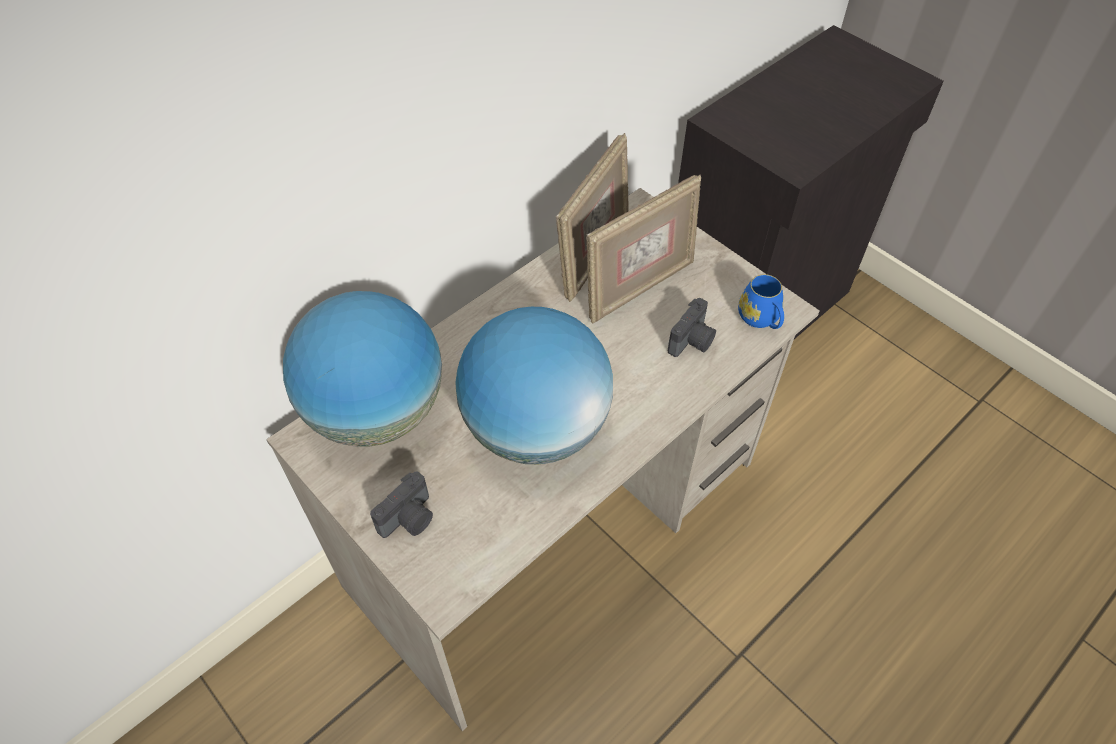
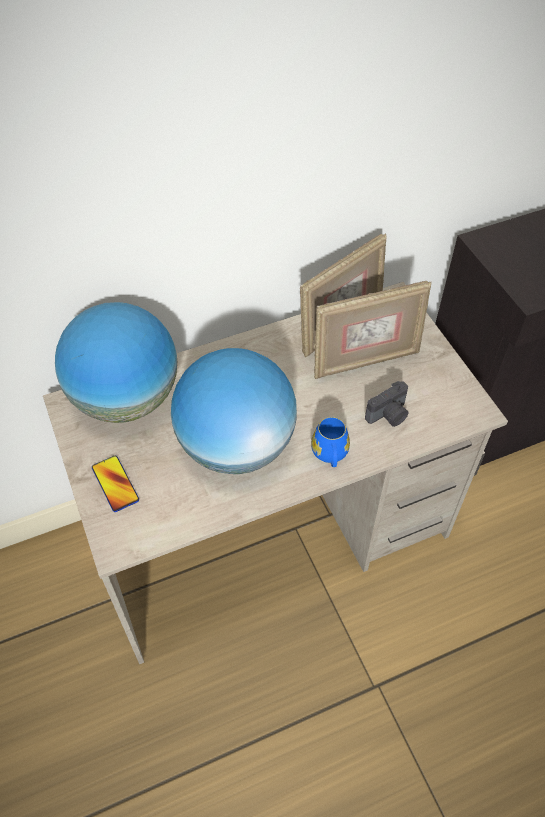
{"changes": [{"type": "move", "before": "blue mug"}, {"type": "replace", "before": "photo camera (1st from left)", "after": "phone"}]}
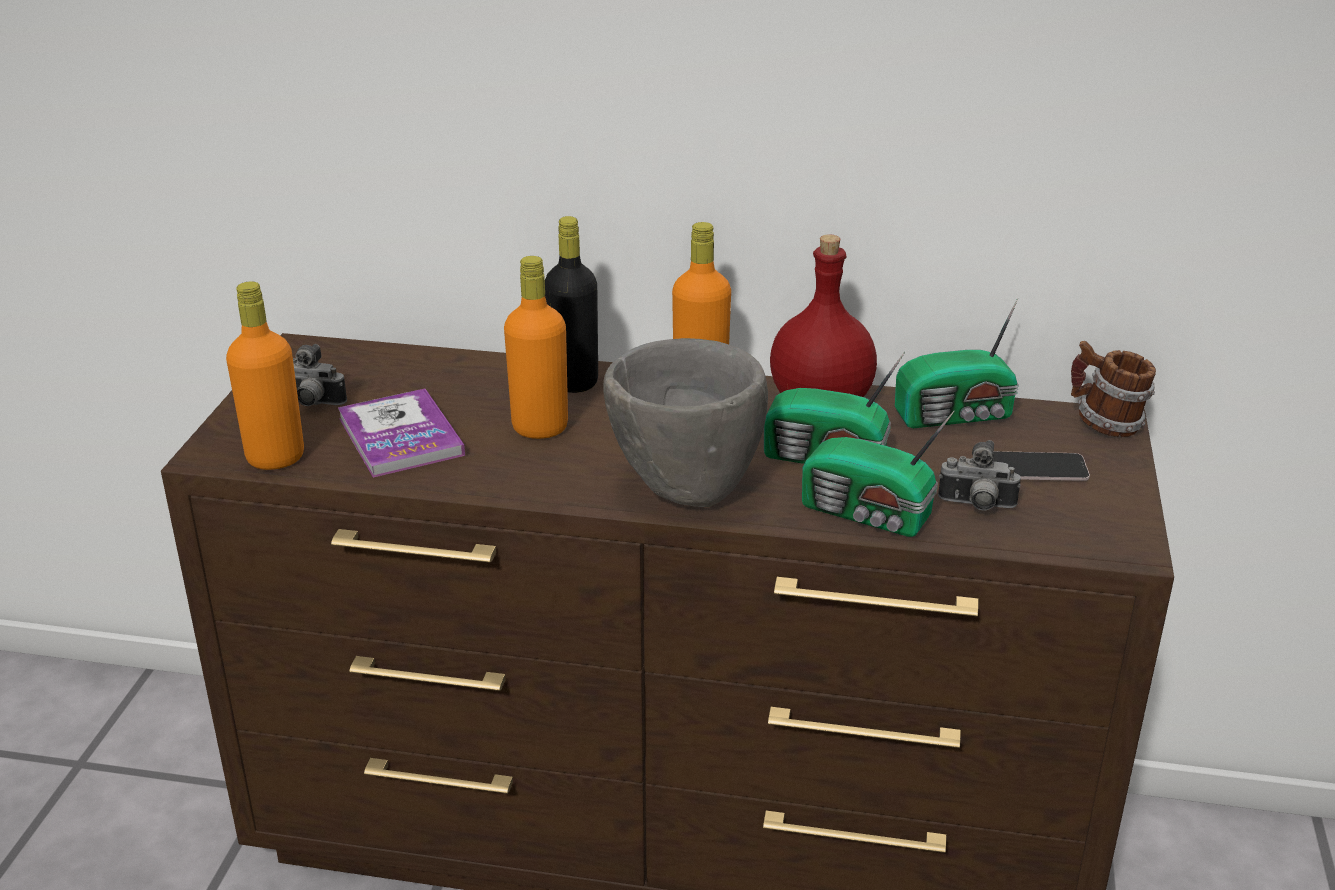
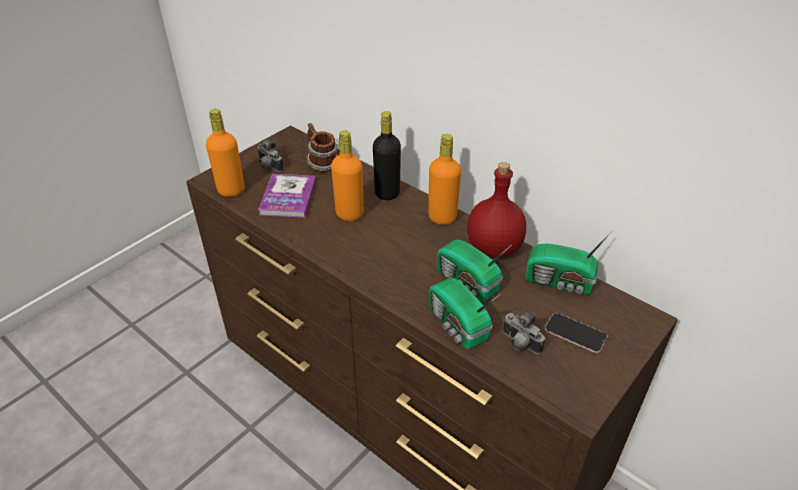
{"changes": [{"type": "delete", "before": "grey bowl"}, {"type": "move", "before": "mug"}]}
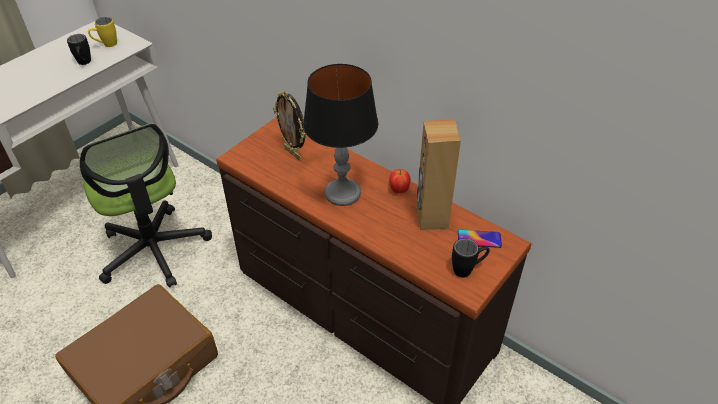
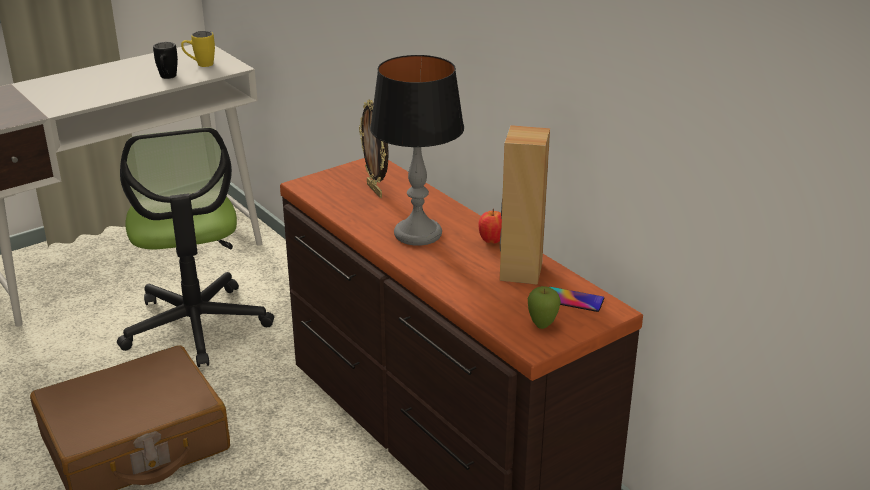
{"changes": [{"type": "replace", "before": "black mug (2nd from left)", "after": "apple (2nd from left)"}]}
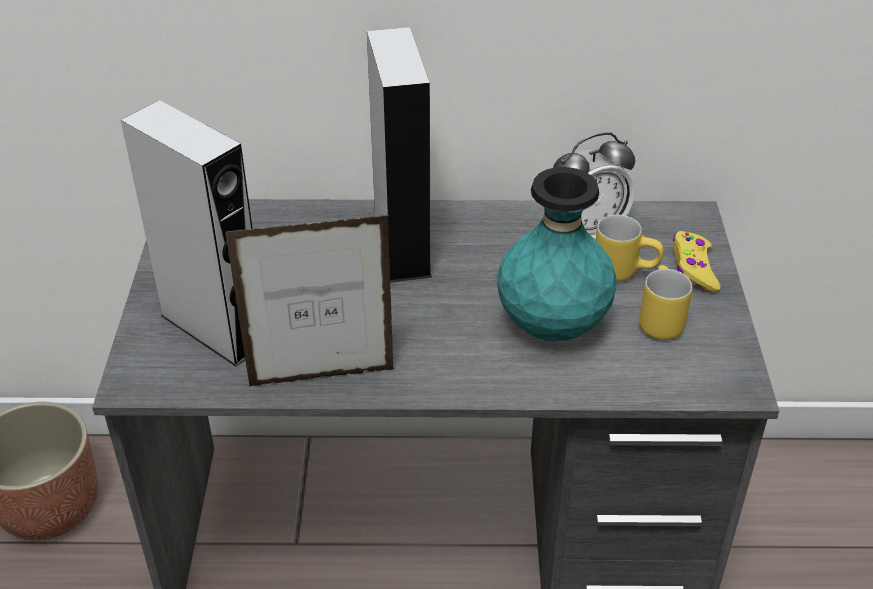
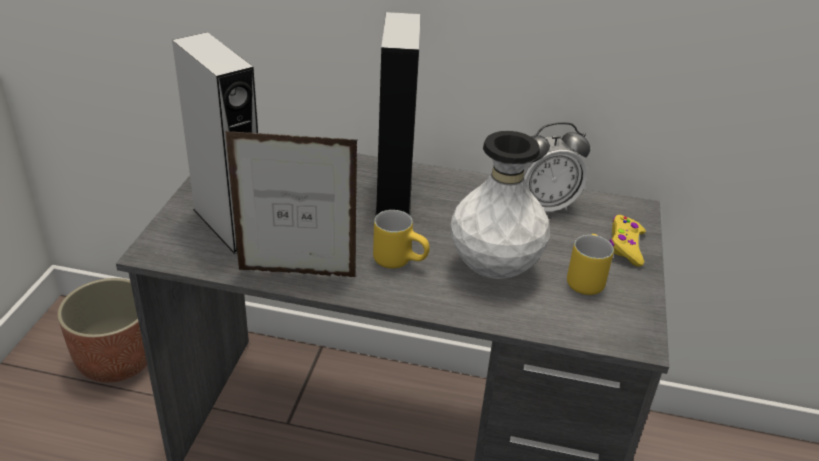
{"changes": [{"type": "recolor", "before": "turquoise vase", "after": "white vase"}, {"type": "move", "before": "yellow mug (1st from left)"}]}
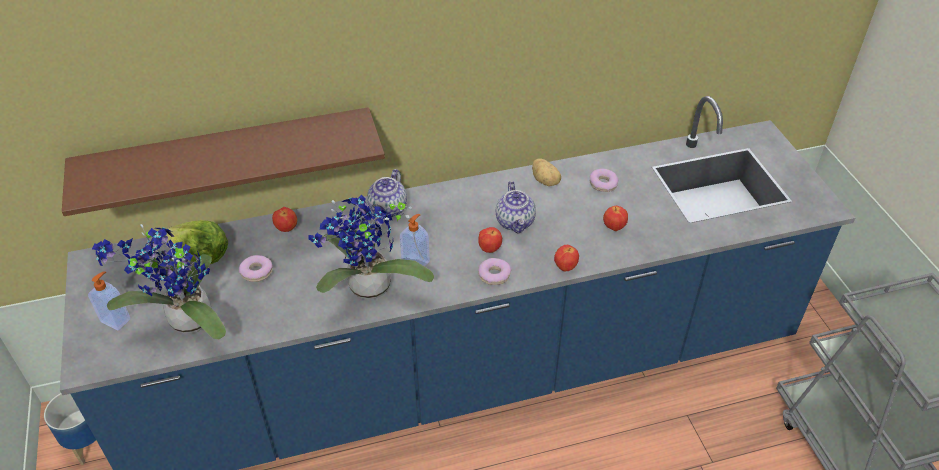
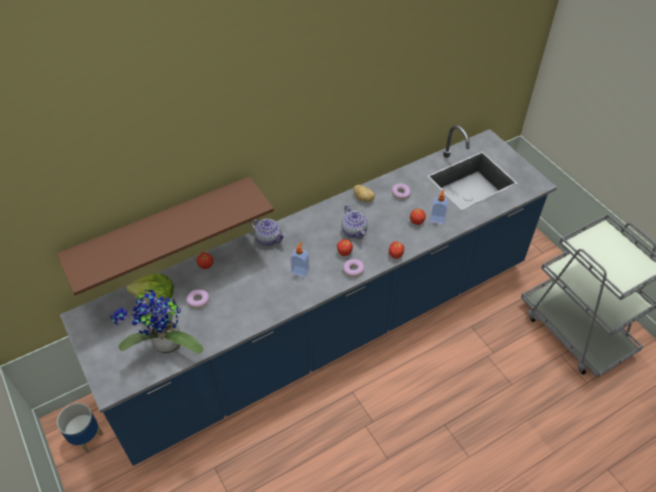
{"changes": [{"type": "rotate", "before": "teapot (1st from left)", "turn": -60}, {"type": "delete", "before": "potted plant (2nd from left)"}, {"type": "move", "before": "soap dispenser (1st from left in the first image)", "after": "soap dispenser (2nd from left)"}]}
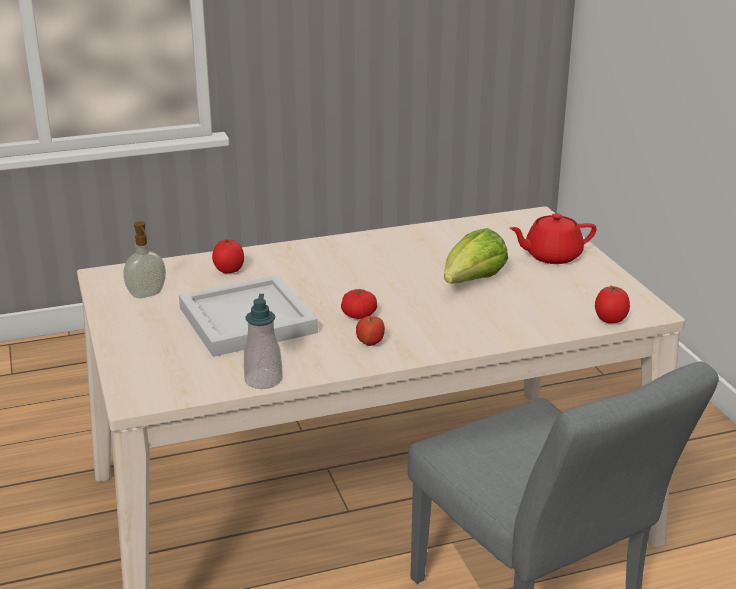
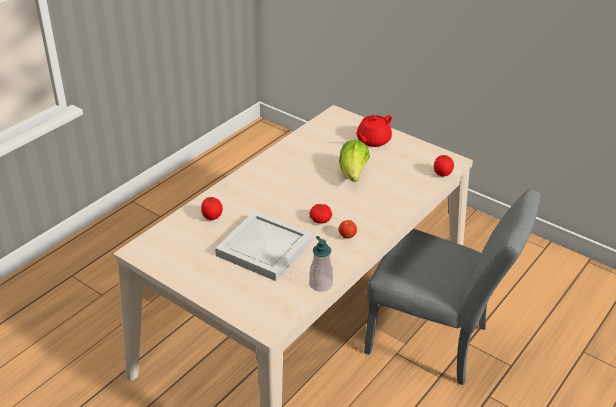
{"changes": [{"type": "delete", "before": "soap dispenser (1st from left)"}]}
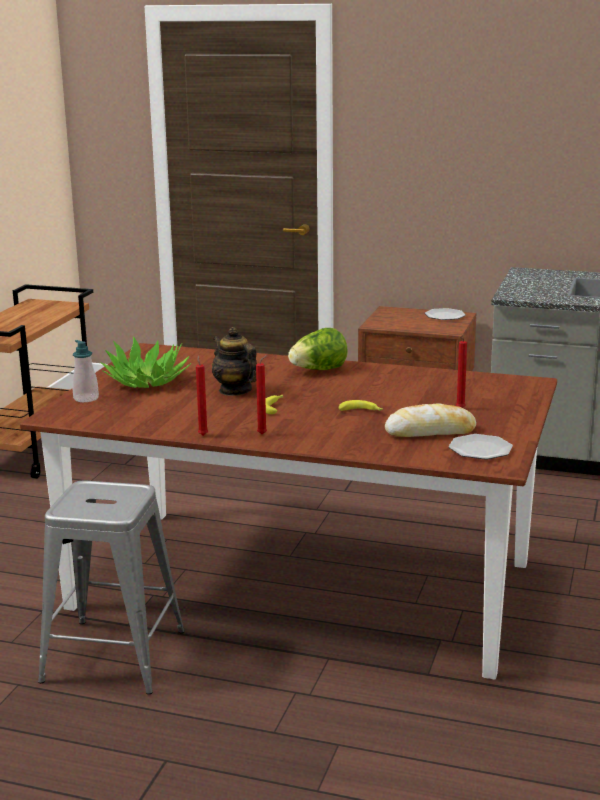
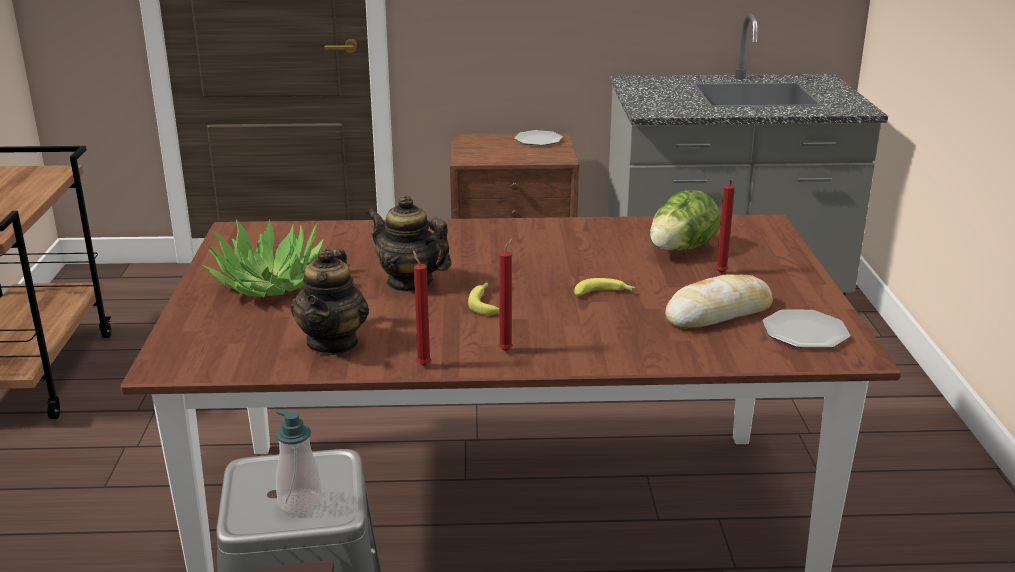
{"changes": [{"type": "move", "before": "lettuce"}, {"type": "move", "before": "soap dispenser"}, {"type": "insert", "after": "teapot (1st from left)"}]}
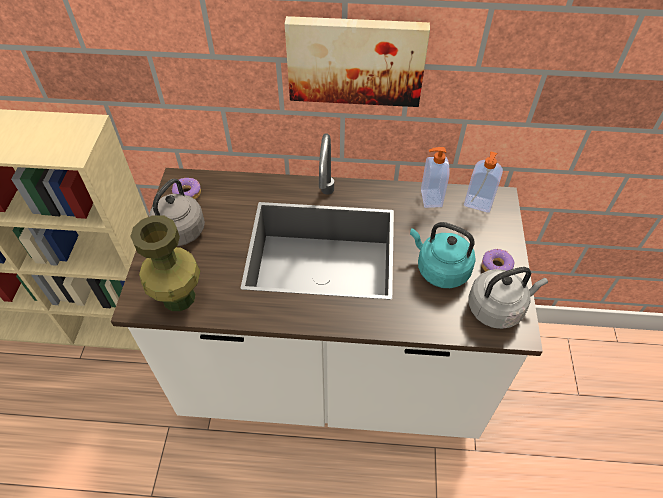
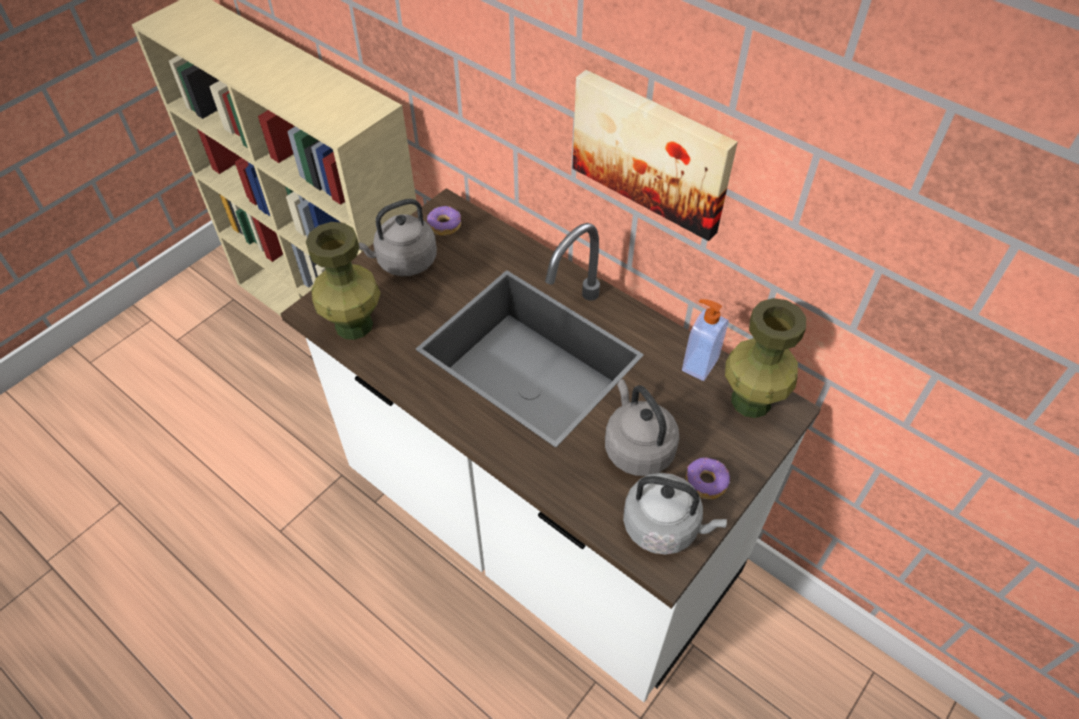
{"changes": [{"type": "replace", "before": "soap dispenser (2nd from left)", "after": "green vase (2nd from left)"}, {"type": "recolor", "before": "turquoise kettle", "after": "grey kettle (2nd from left)"}]}
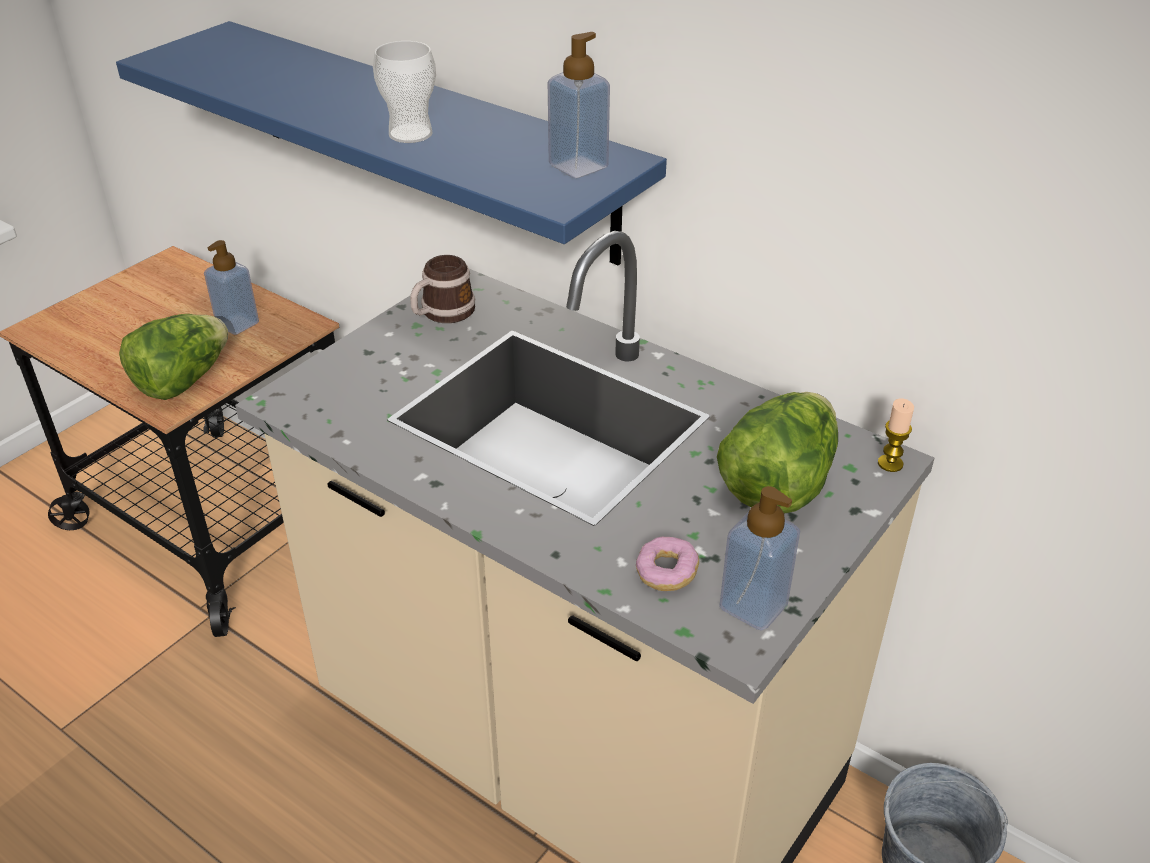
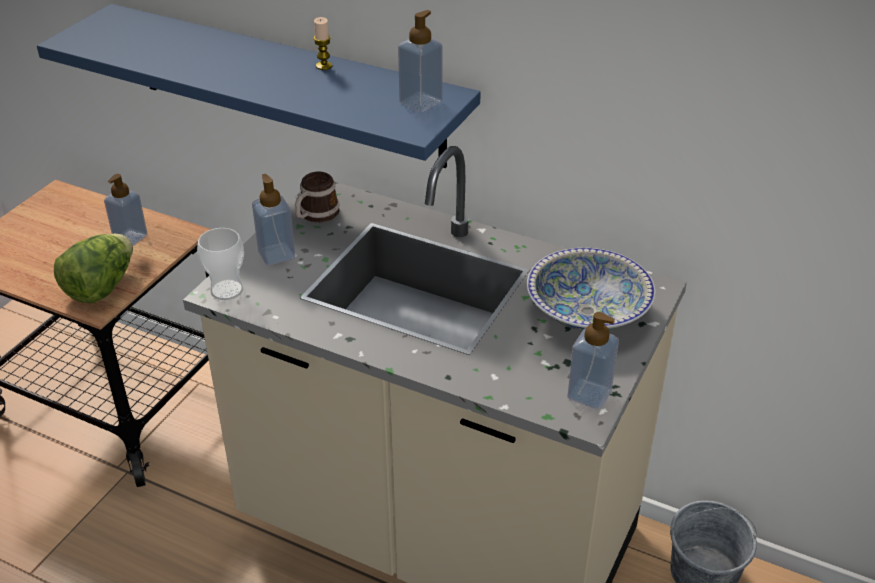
{"changes": [{"type": "move", "before": "cup"}, {"type": "replace", "before": "lettuce (2nd from left)", "after": "bowl"}, {"type": "move", "before": "candle"}, {"type": "delete", "before": "donut"}, {"type": "insert", "after": "soap dispenser (2nd from left)"}]}
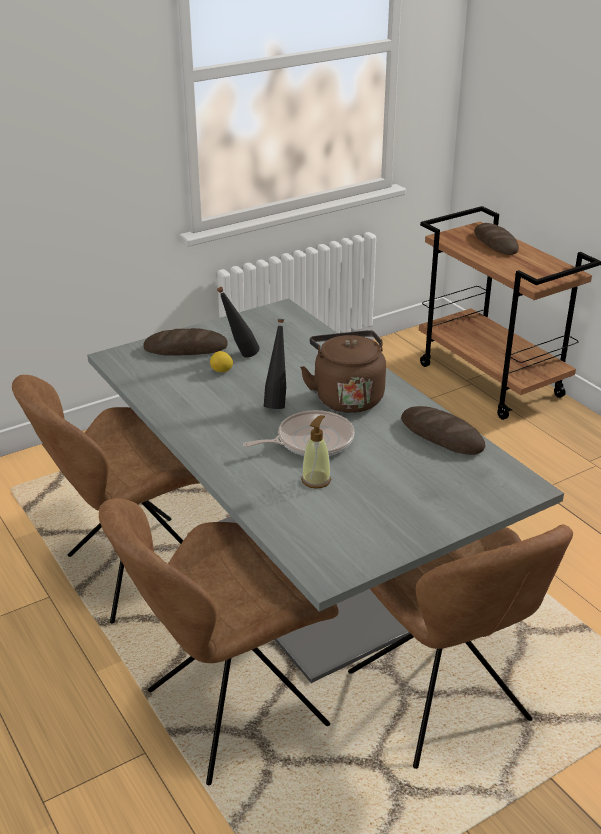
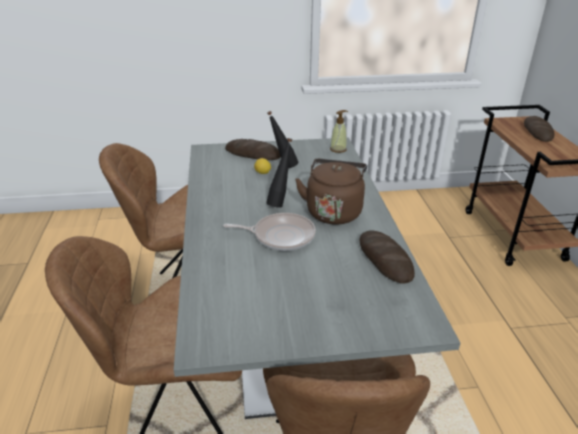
{"changes": [{"type": "move", "before": "soap dispenser"}]}
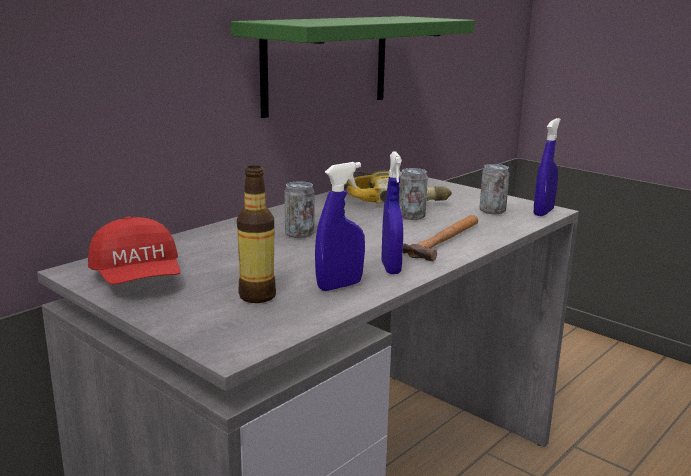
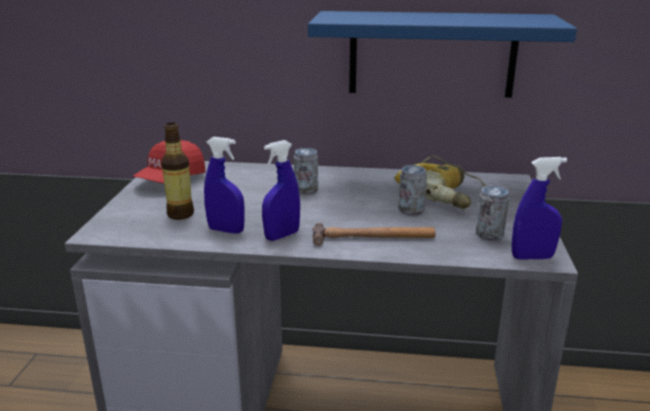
{"changes": [{"type": "recolor", "before": "green shelf", "after": "blue shelf"}]}
